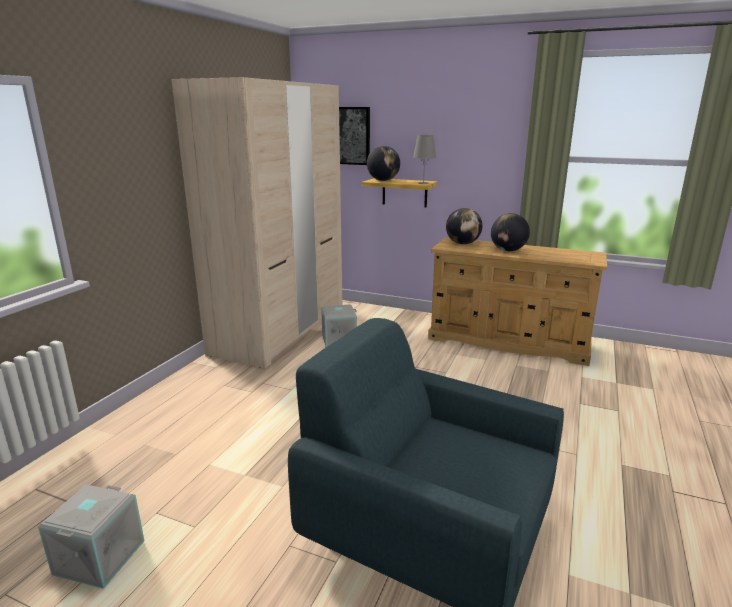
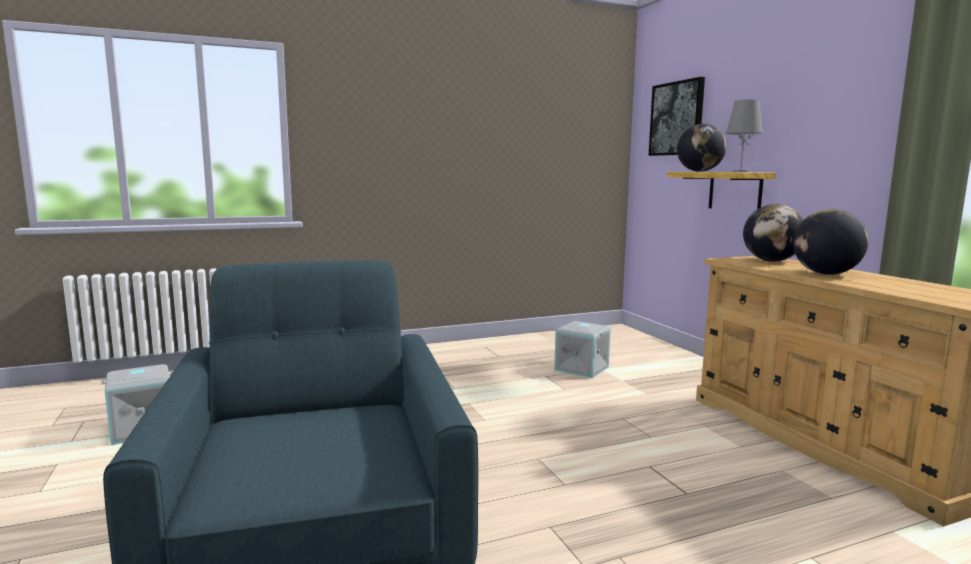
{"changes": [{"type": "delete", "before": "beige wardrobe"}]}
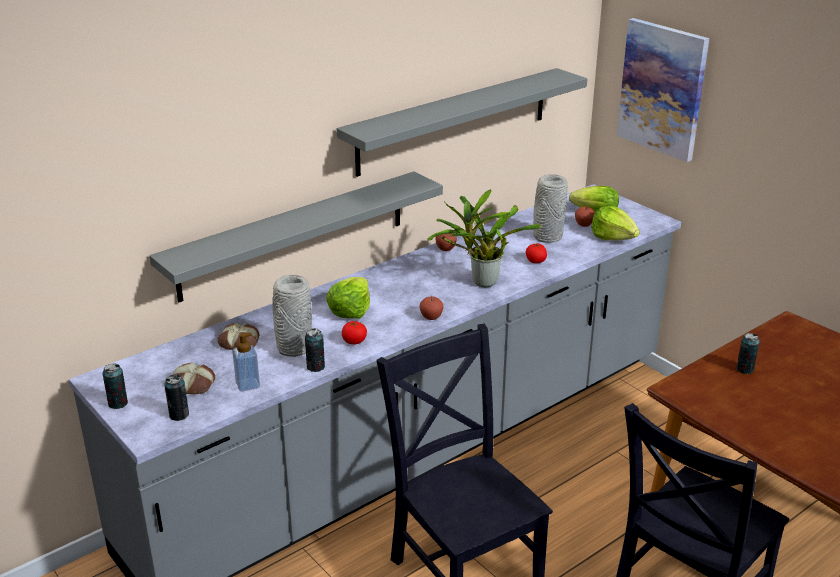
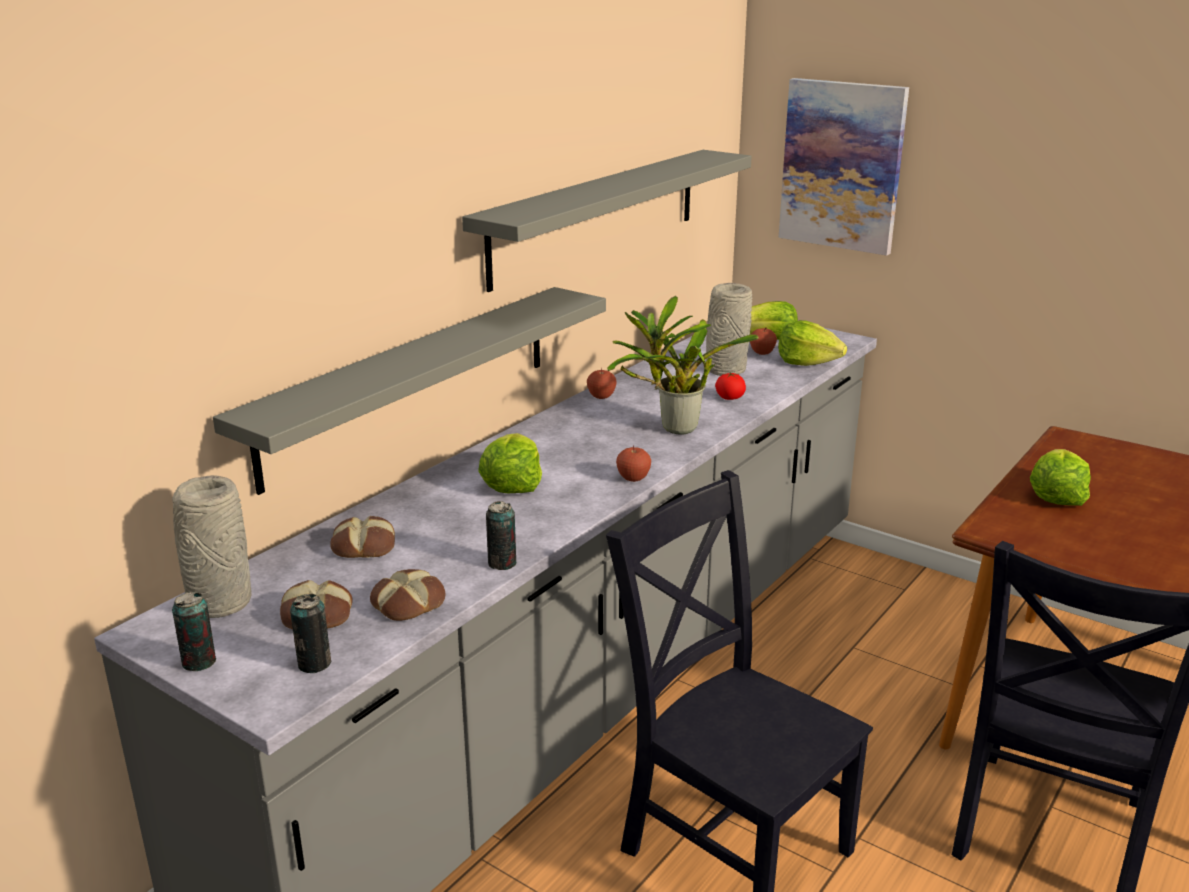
{"changes": [{"type": "move", "before": "grey vase (1st from left)"}, {"type": "delete", "before": "tomato (1st from left)"}, {"type": "replace", "before": "soap dispenser", "after": "bread (3rd from left)"}, {"type": "replace", "before": "can (4th from left)", "after": "lettuce (4th from left)"}]}
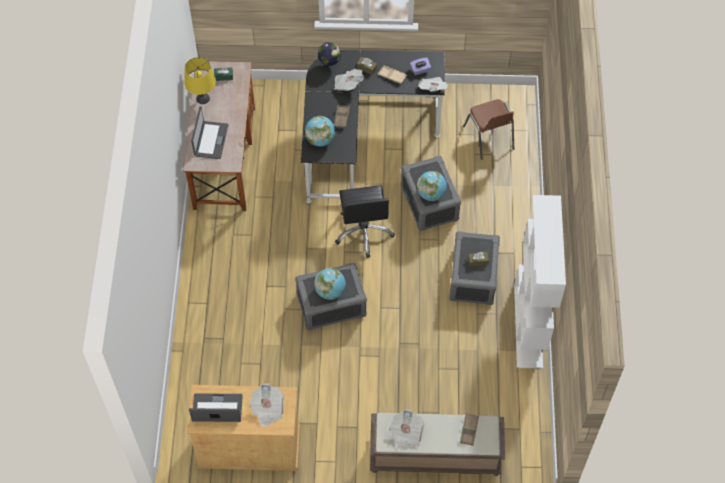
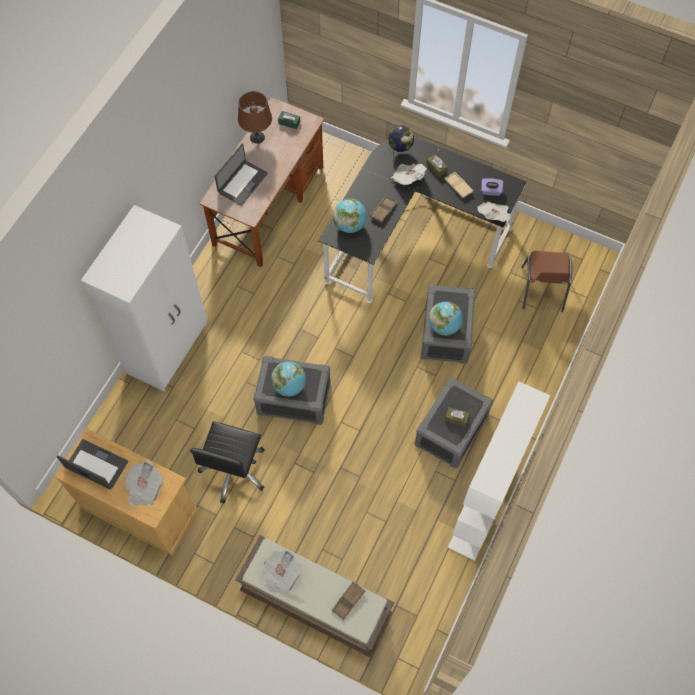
{"changes": [{"type": "recolor", "before": "yellow table lamp", "after": "brown table lamp"}, {"type": "move", "before": "black office chair"}, {"type": "insert", "after": "white wardrobe"}]}
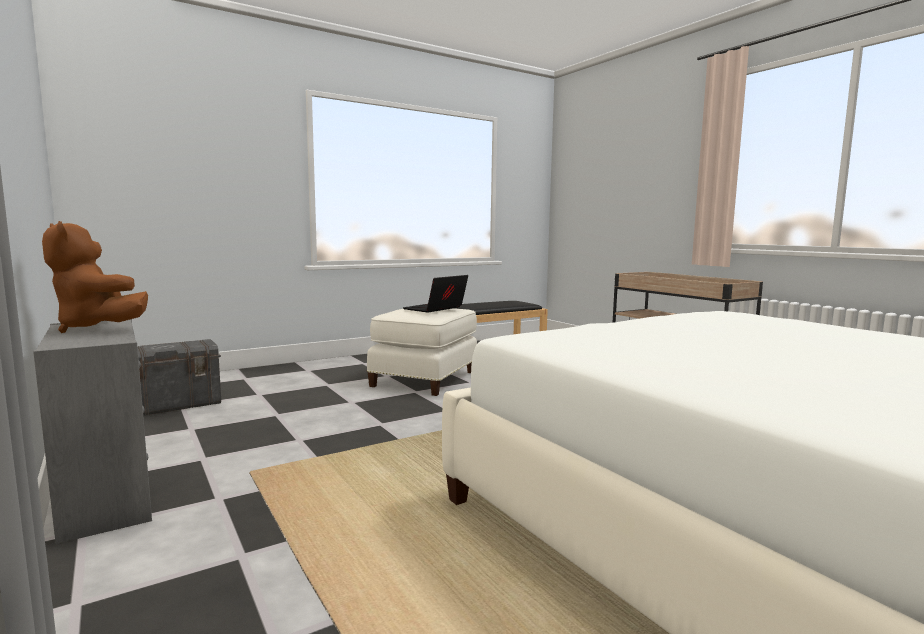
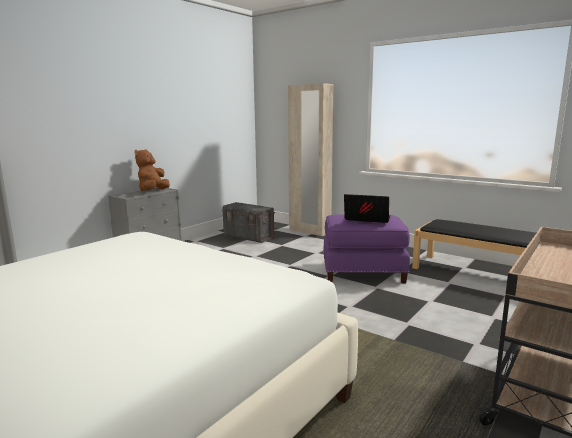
{"changes": [{"type": "recolor", "before": "white ottoman", "after": "purple ottoman"}, {"type": "insert", "after": "beige wardrobe"}]}
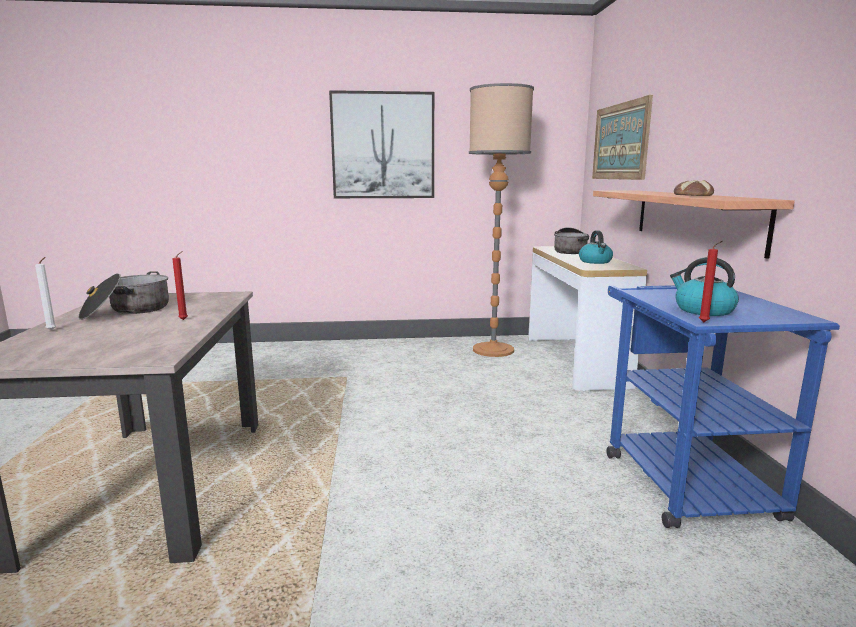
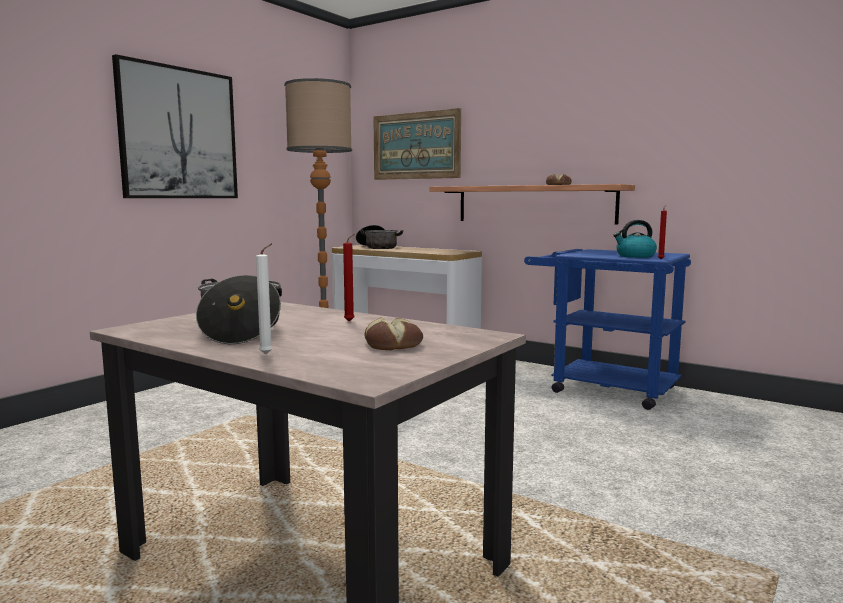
{"changes": [{"type": "delete", "before": "kettle (1st from left)"}, {"type": "insert", "after": "bread (1st from left)"}]}
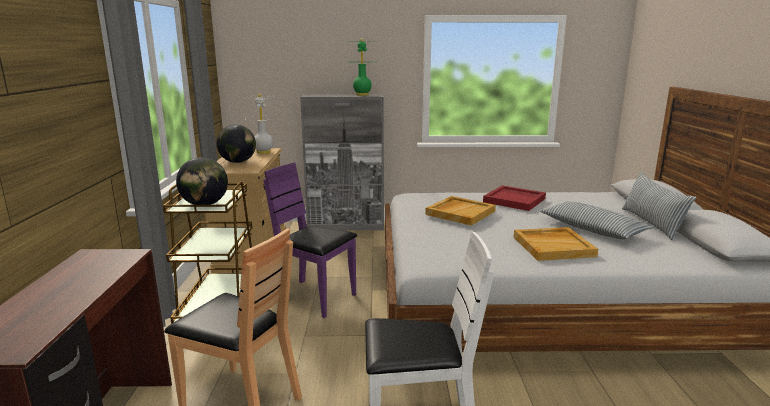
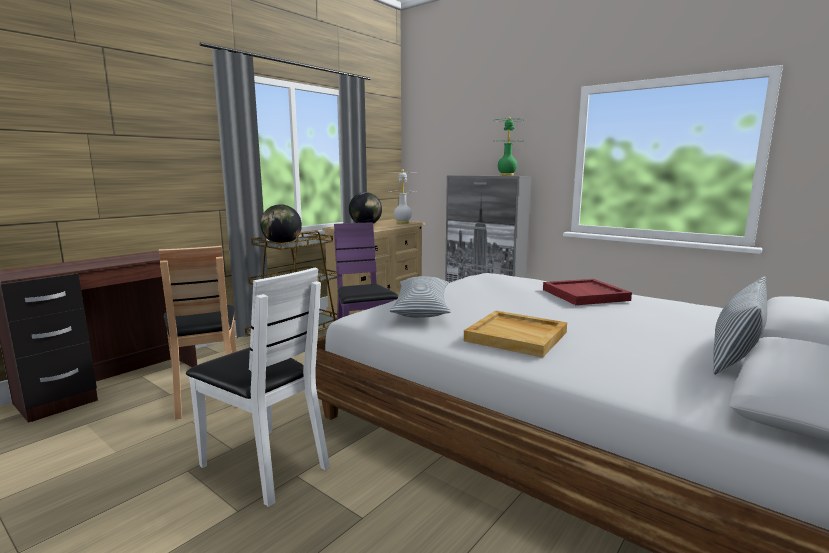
{"changes": [{"type": "delete", "before": "beige tray (1st from left)"}, {"type": "move", "before": "pillow (1st from left)"}]}
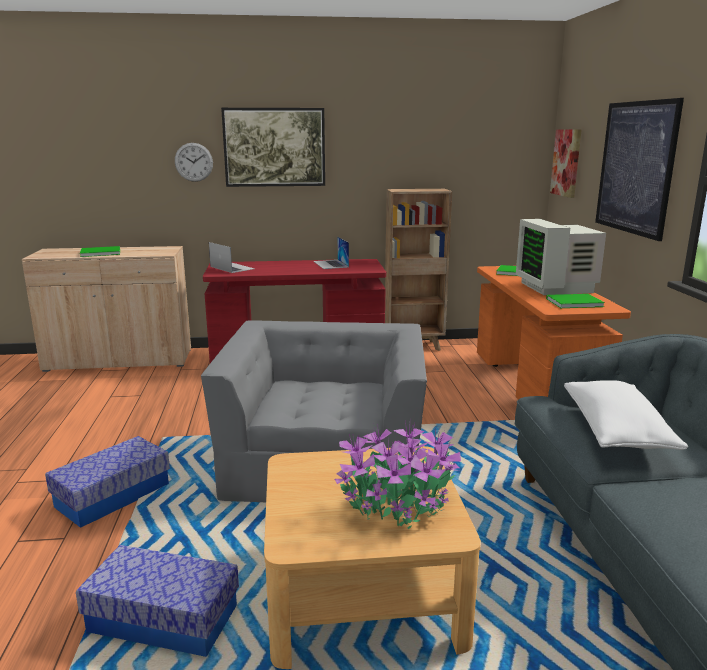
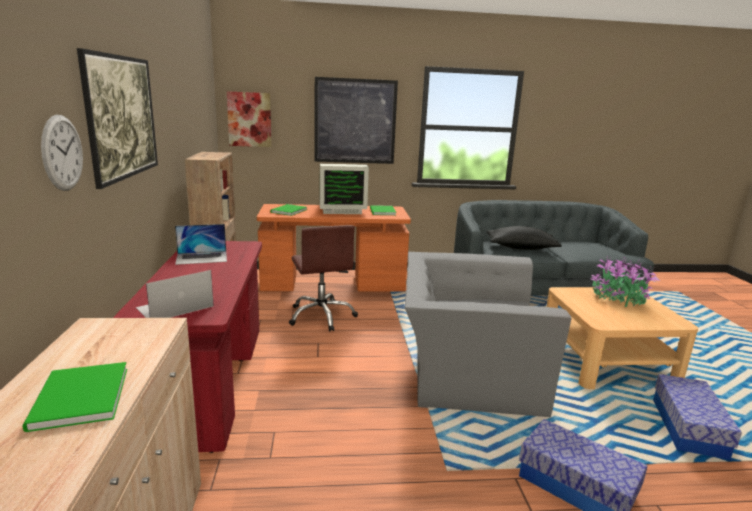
{"changes": [{"type": "recolor", "before": "white pillow", "after": "black pillow"}, {"type": "insert", "after": "brown office chair"}]}
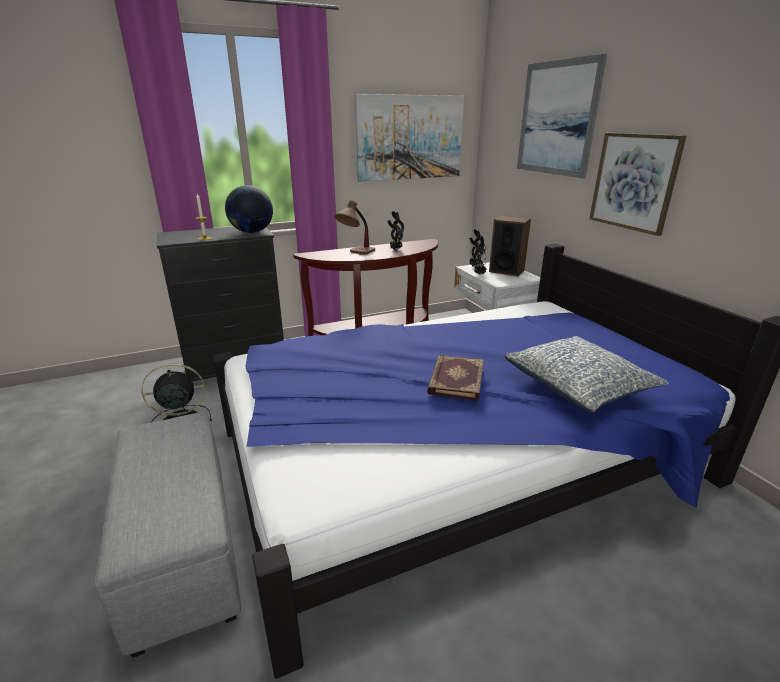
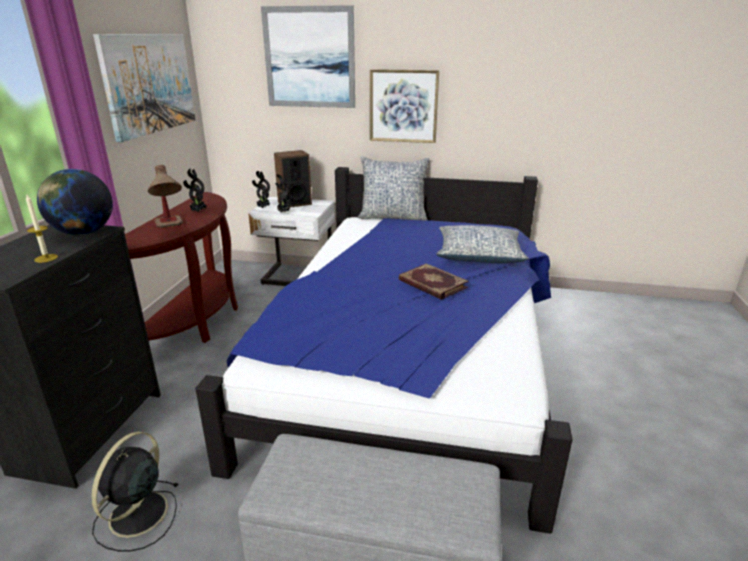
{"changes": [{"type": "insert", "after": "pillow (1st from left)"}]}
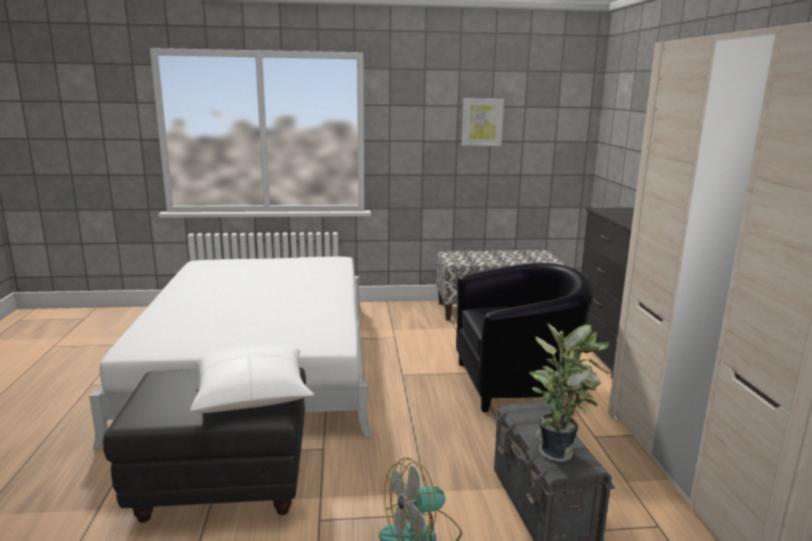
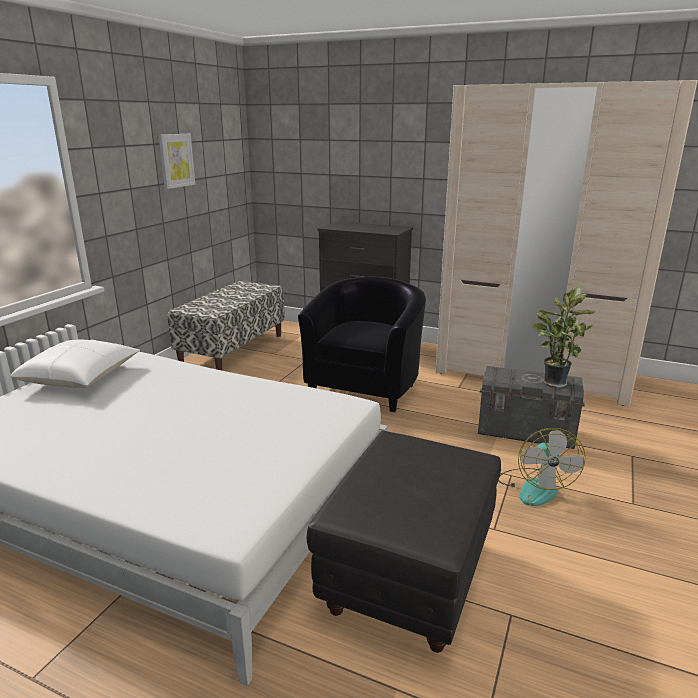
{"changes": [{"type": "move", "before": "white pillow"}]}
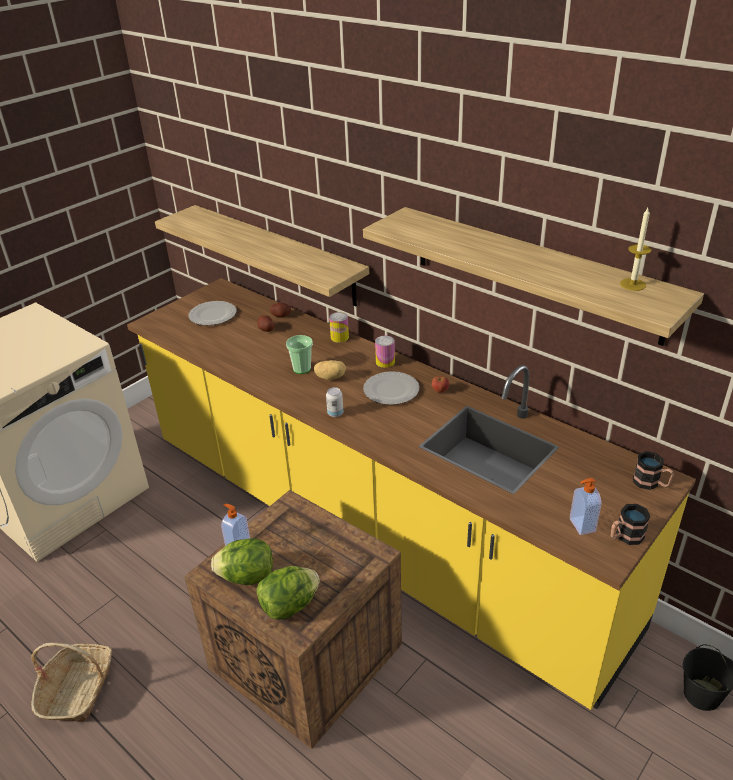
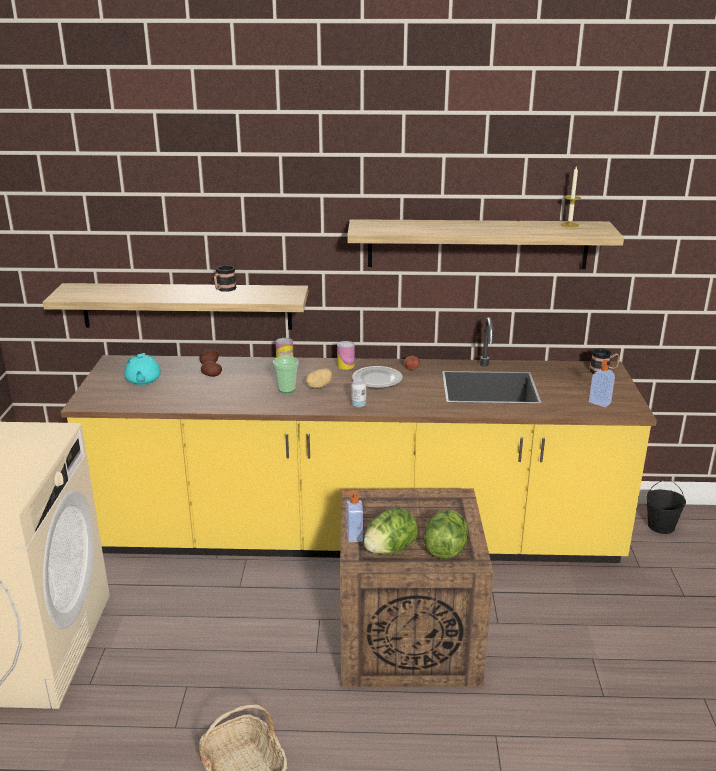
{"changes": [{"type": "replace", "before": "plate (1st from left)", "after": "turquoise teapot"}, {"type": "move", "before": "mug (1st from left)"}]}
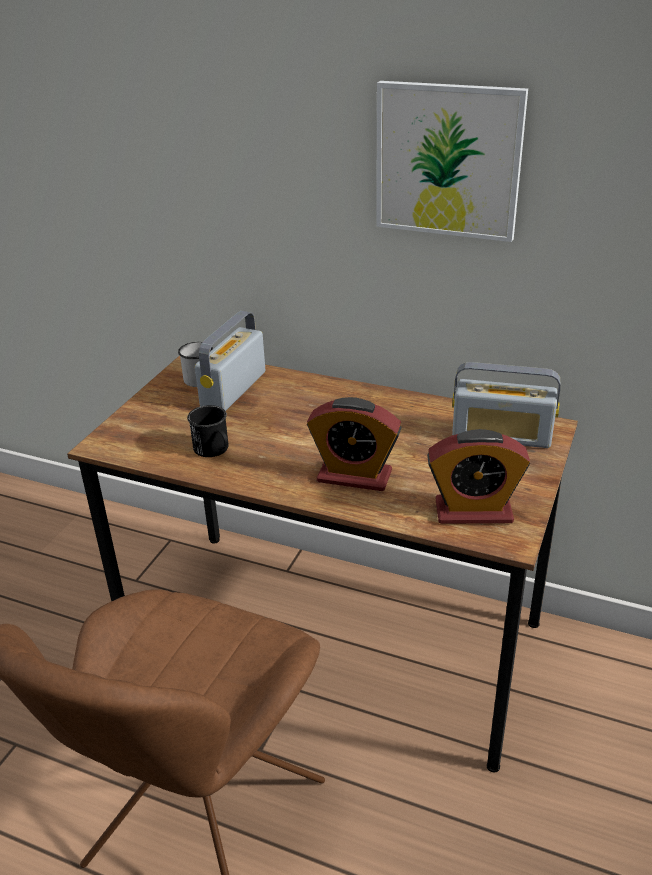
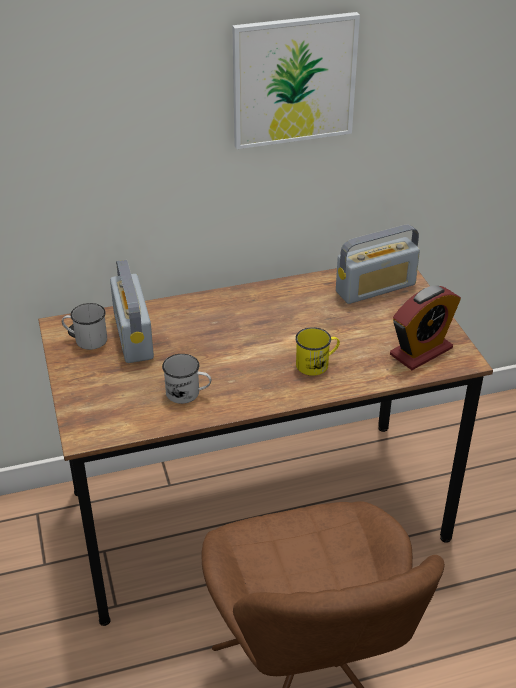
{"changes": [{"type": "replace", "before": "alarm clock (1st from left)", "after": "yellow mug"}, {"type": "recolor", "before": "black mug", "after": "white mug (2nd from left)"}]}
